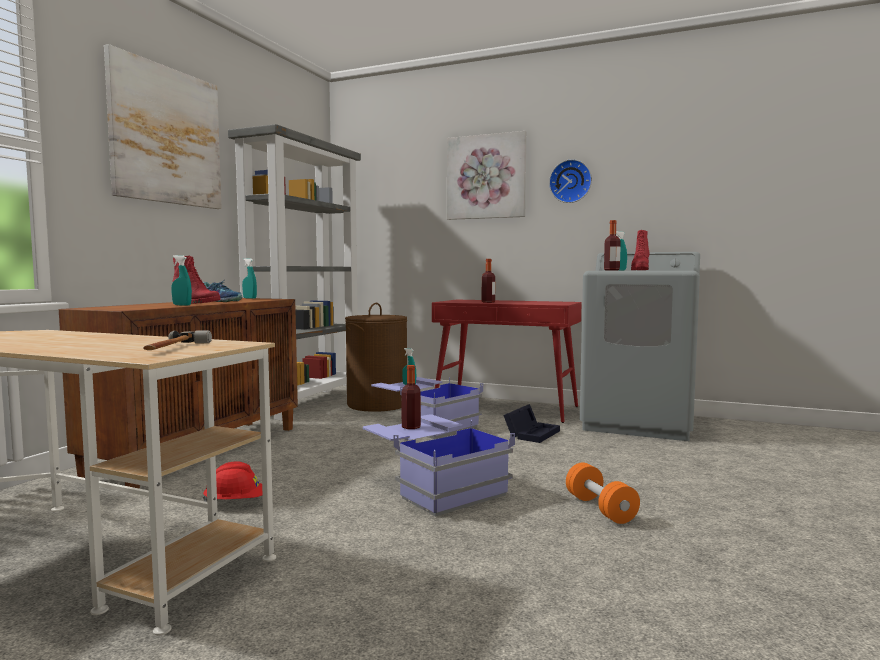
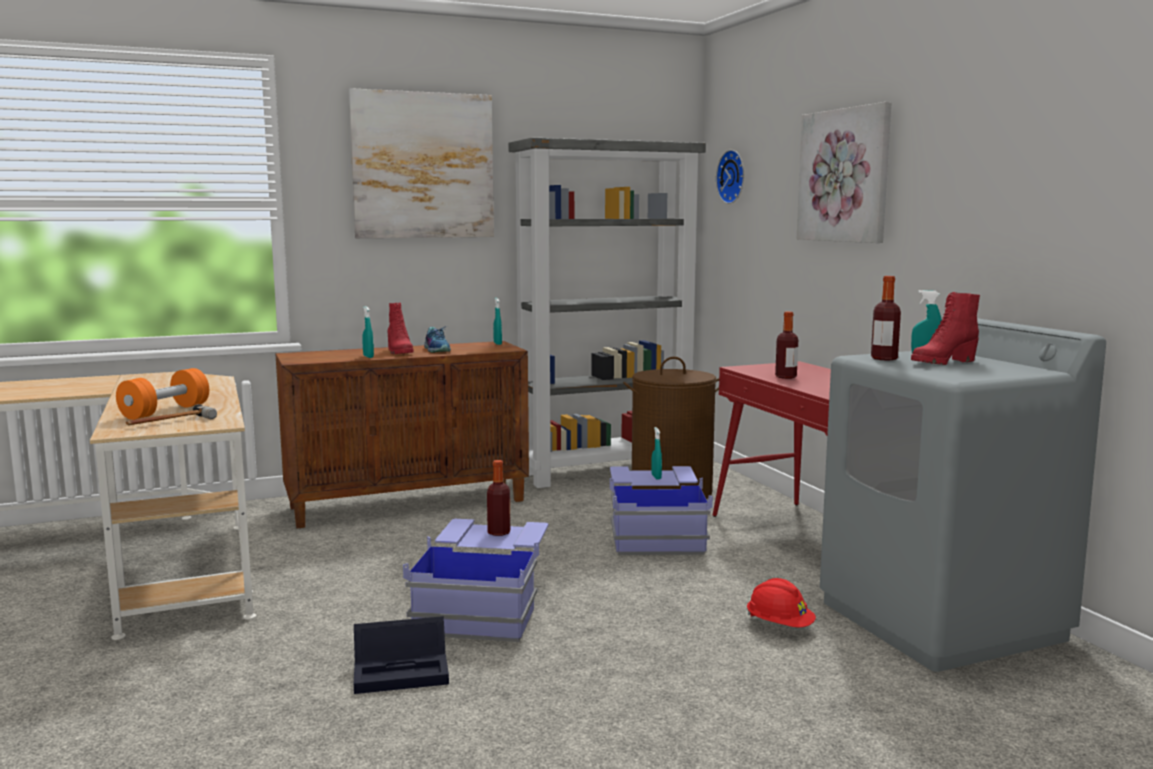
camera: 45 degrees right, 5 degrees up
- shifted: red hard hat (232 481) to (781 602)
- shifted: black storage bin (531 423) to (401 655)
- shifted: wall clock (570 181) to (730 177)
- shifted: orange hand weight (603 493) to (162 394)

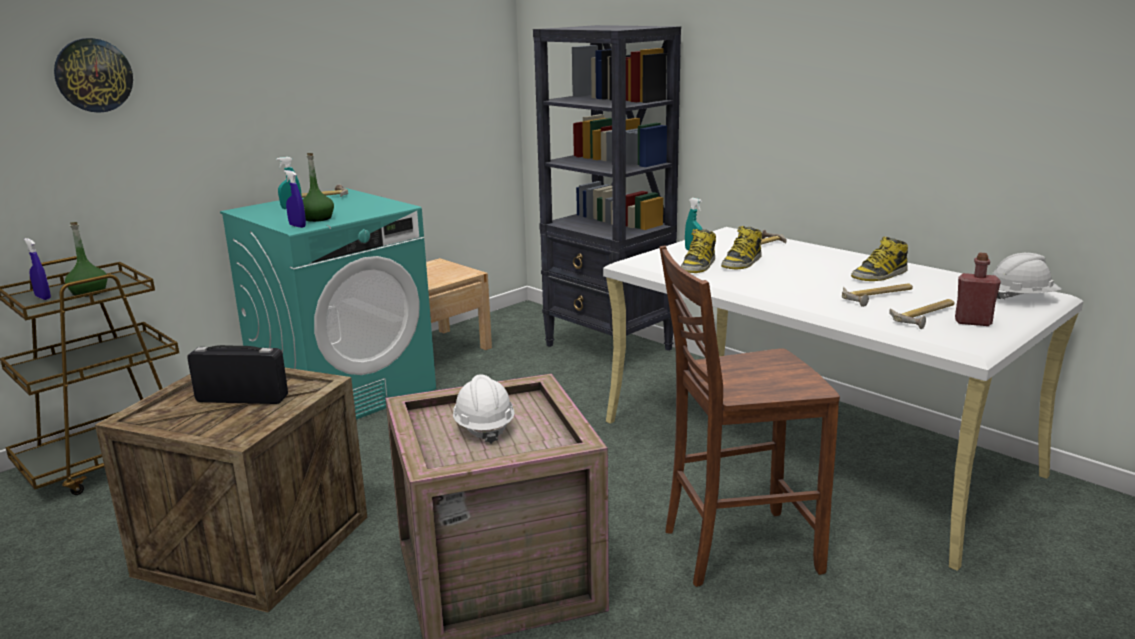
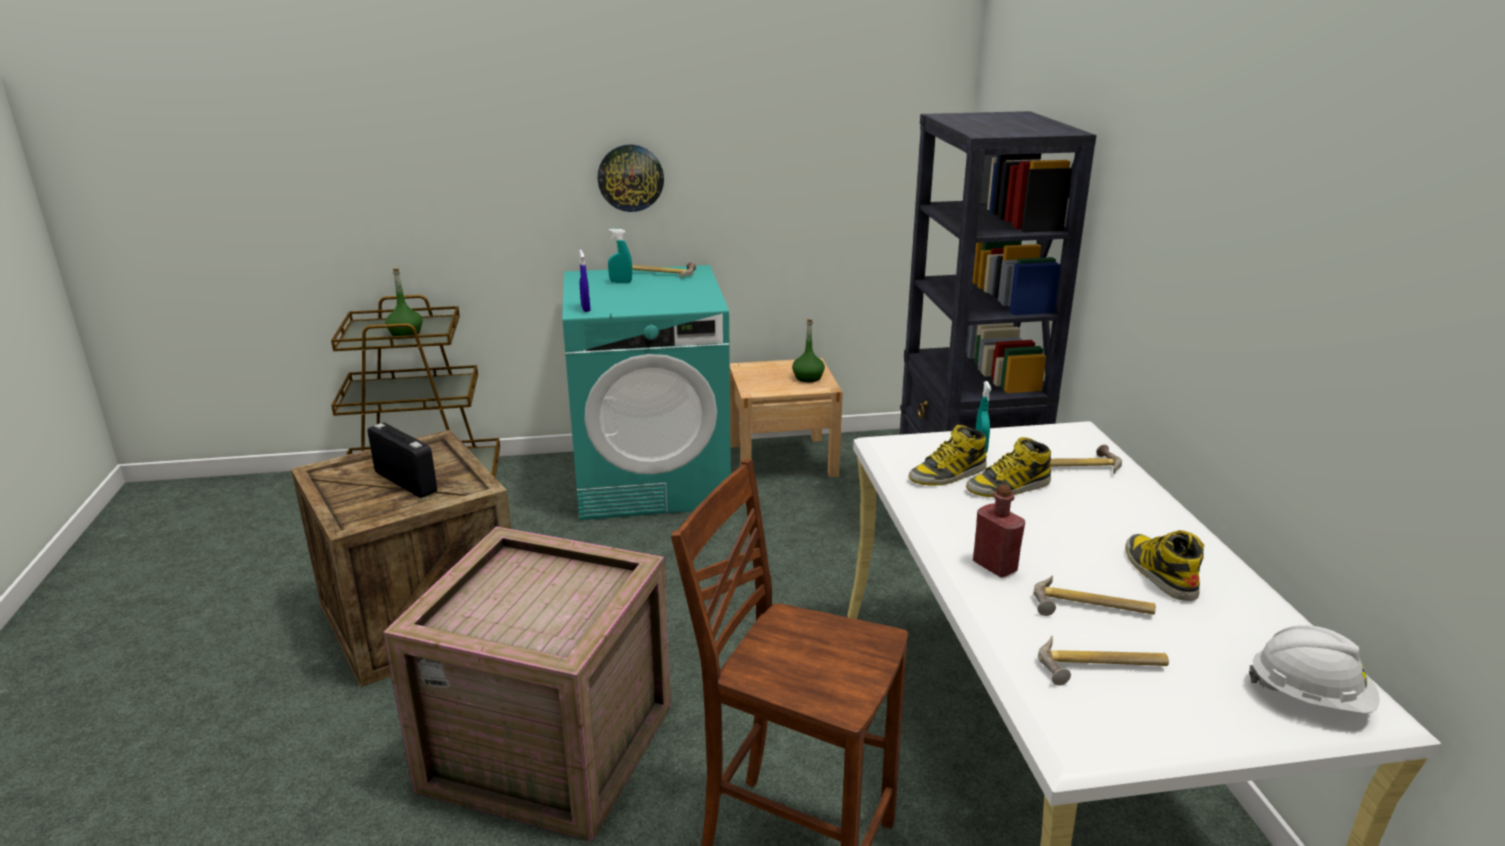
camera: 35 degrees right, 5 degrees up
- gone: blue-coloured sprayer (37 269)
- shifted: wall clock (93 75) to (631 178)
- shifted: green bottle (318 187) to (808 350)
- gone: white hard hat (484 409)
- rotated: high-top boot (879 259) = (1165 565) 75 degrees clockwise
- shifted: red bottle (978 289) to (999 530)

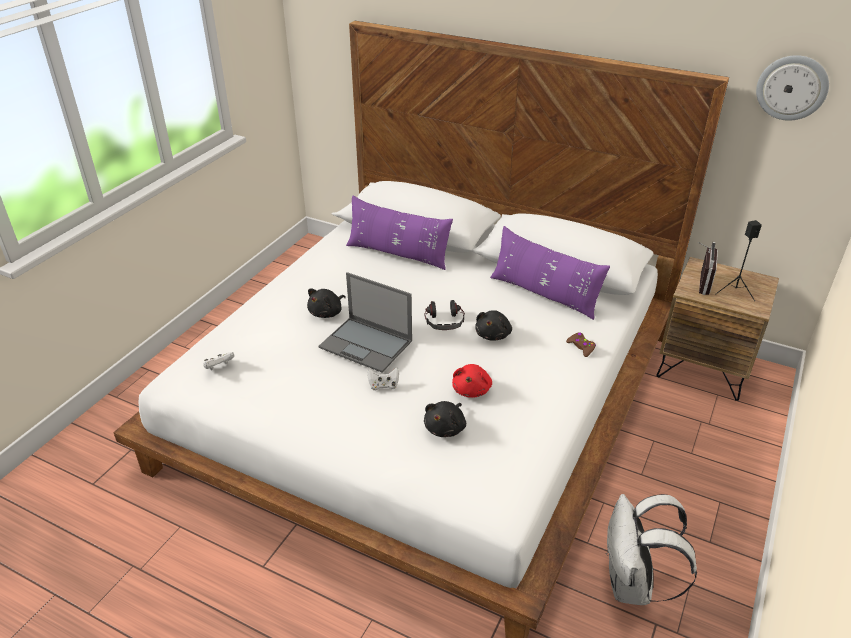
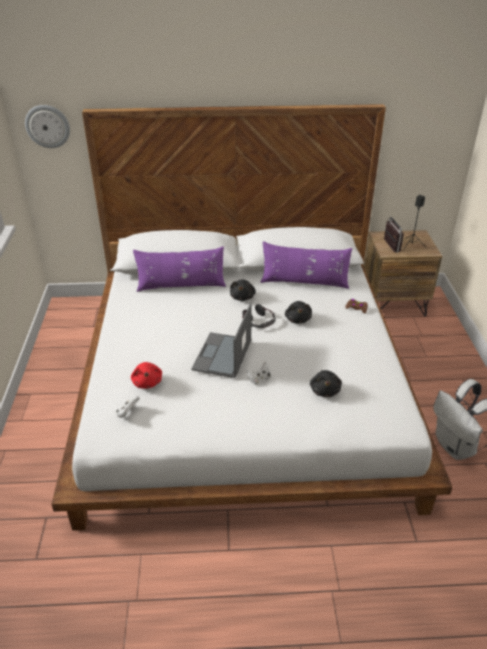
camera: 30 degrees left, 0 degrees up
- shifted: black plush toy (326 303) to (243 290)
- rotated: portable computer (365 322) = (222 341) 105 degrees clockwise
- shifted: red plush toy (472 381) to (146 375)
- shifted: wall clock (792 88) to (47 126)

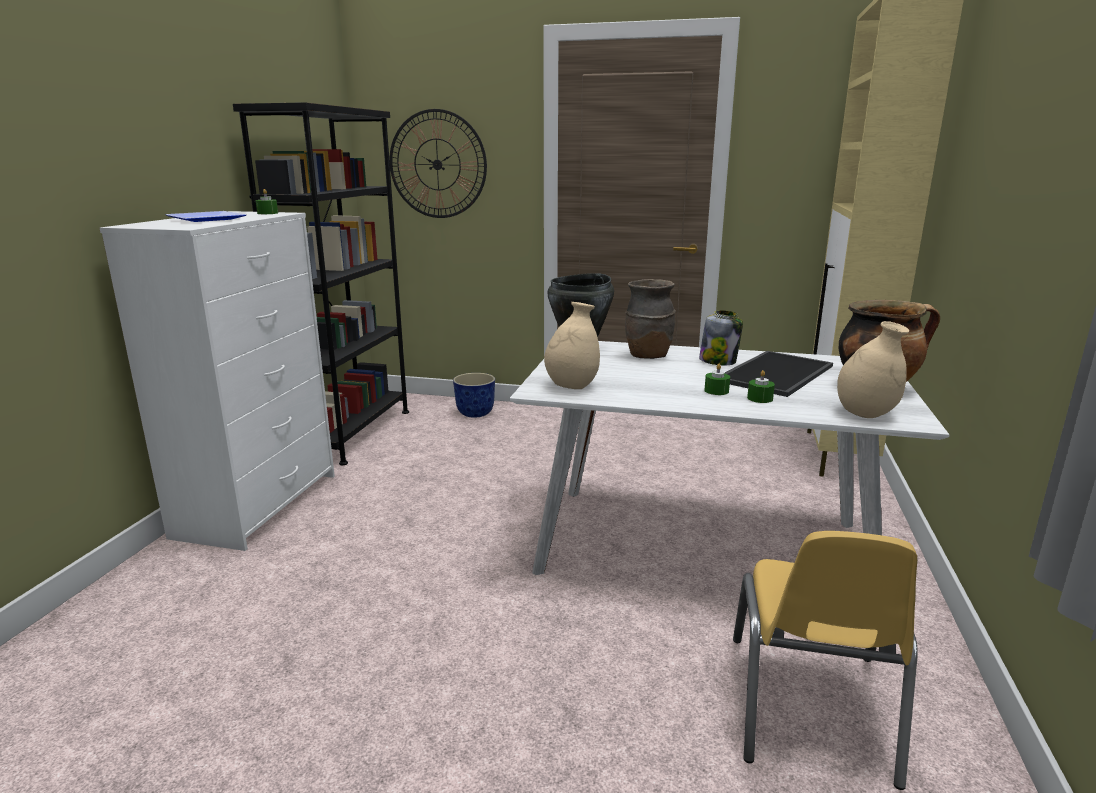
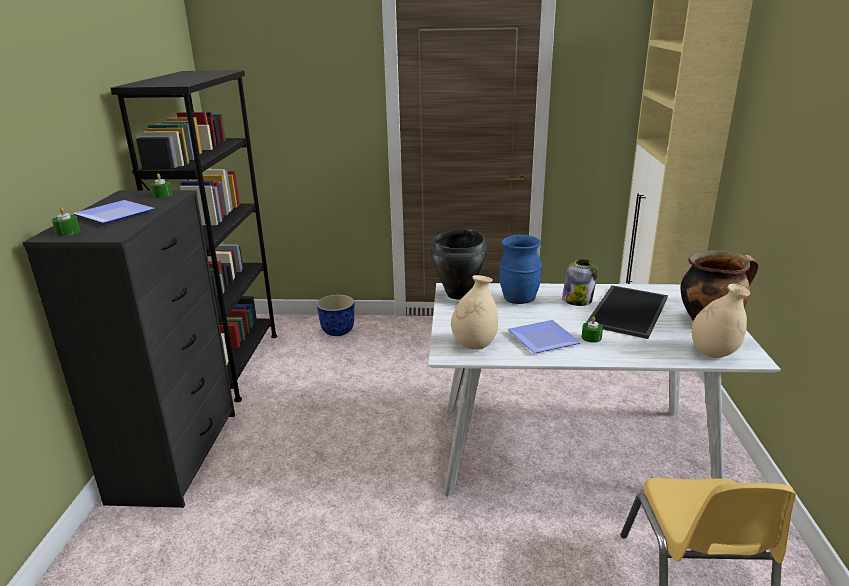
camera: 10 degrees left, 5 degrees up
- repainted: white chest of drawers (217 381) to black chest of drawers (128 349)
- gone: wall clock (438 163)
- repainted: brown-coloured decorative vase (650 319) to blue-coloured decorative vase (520 269)
- shifted: green wax light (761 386) to (66 221)
- new: flat dish (544 337)

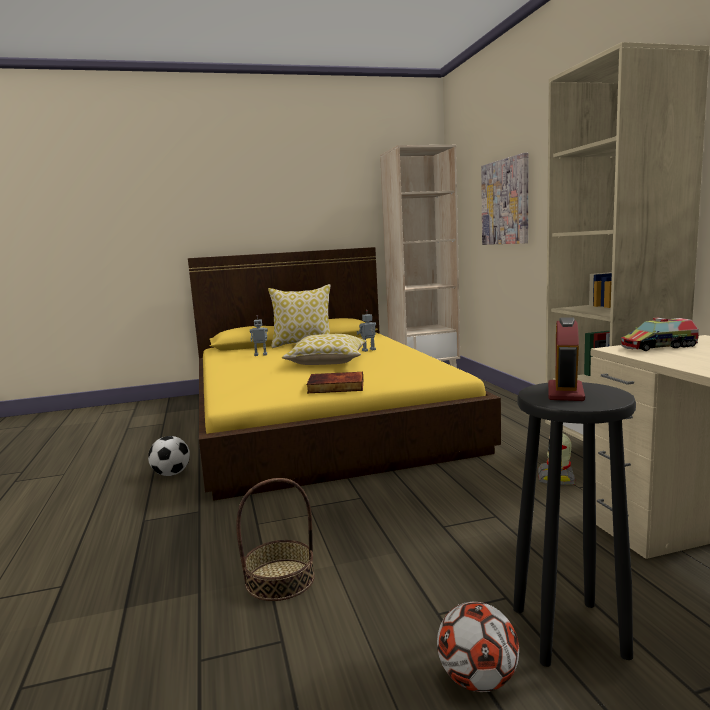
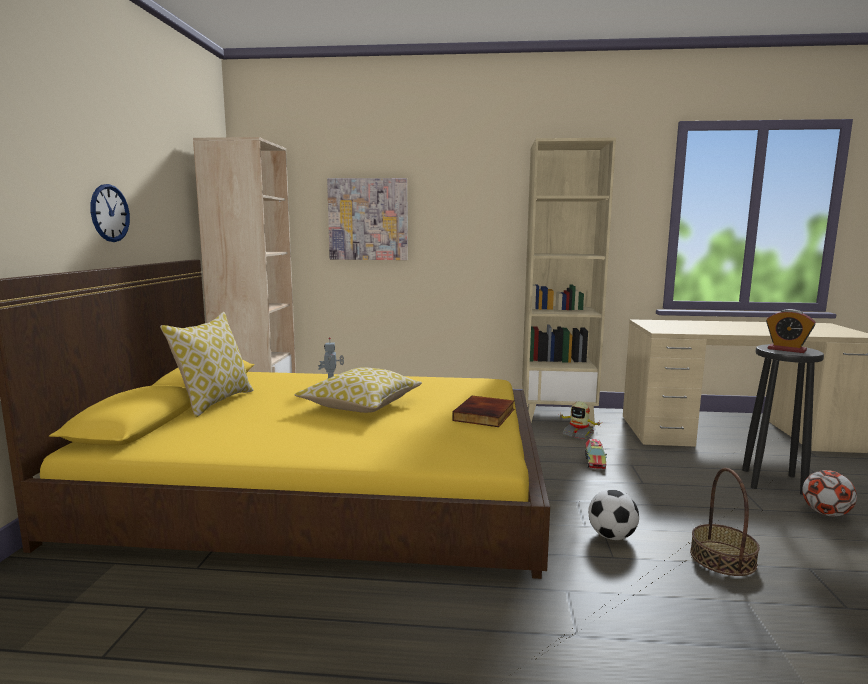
camera: 70 degrees left, 0 degrees up
- shifted: football ball (169 456) to (613 514)
- gone: model robot (259 335)
- shifted: model truck (660 334) to (596 454)
- new: wall clock (110 213)

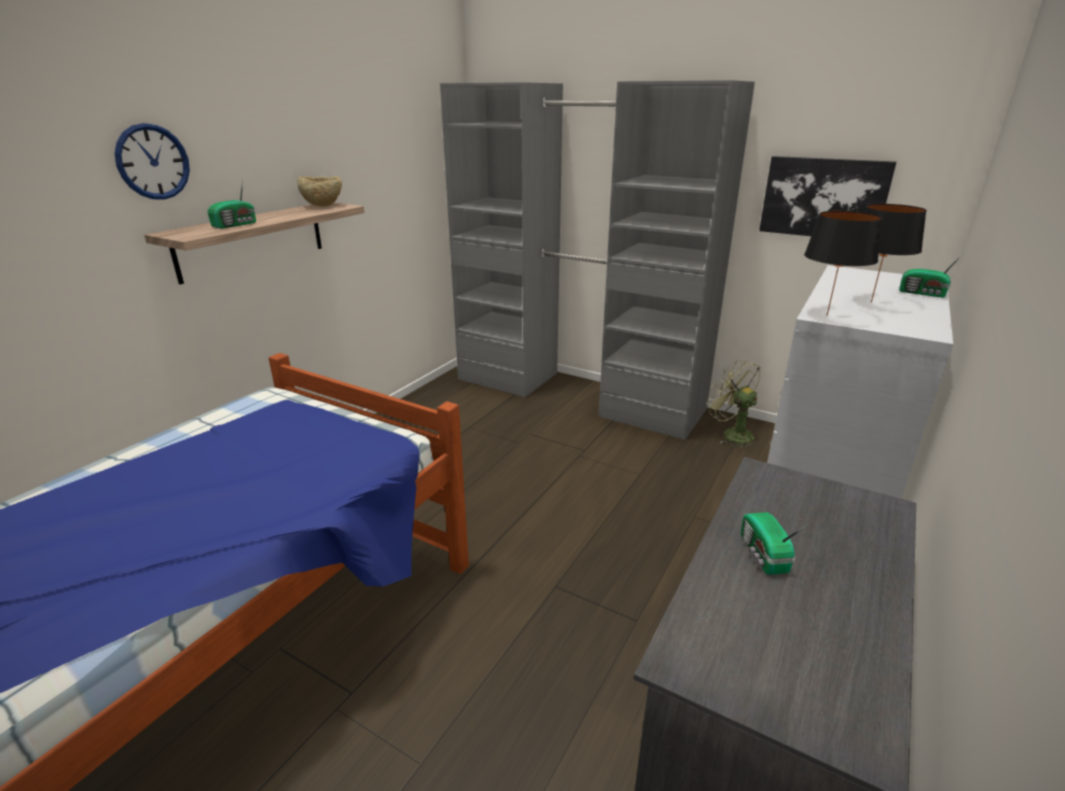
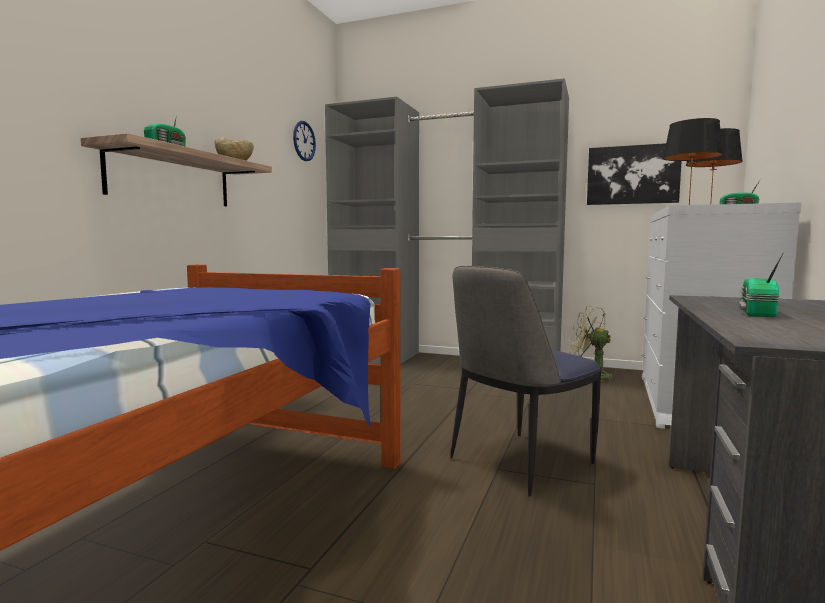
camera: 10 degrees left, 20 degrees down
- shifted: wall clock (152 161) to (304 141)
- rotated: radio (774 543) = (761 284) 45 degrees clockwise
- new: chair (525 381)

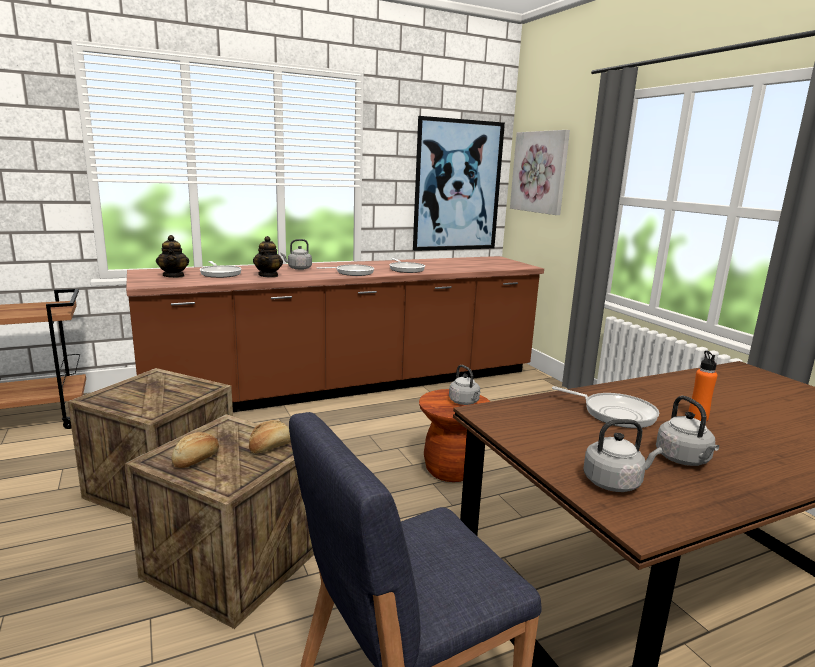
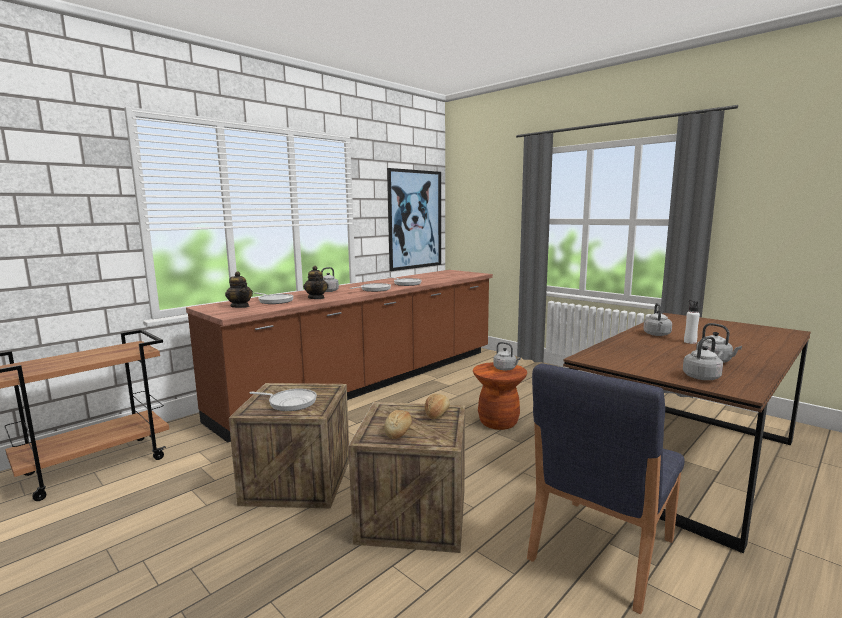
camera: 20 degrees left, 5 degrees down
- gone: wall picture (540 172)
- shifted: frying pan (605 407) to (283 400)
- repainted: orange bottle (702 386) to white bottle (692 322)
- new: gray tea kettle (657 319)

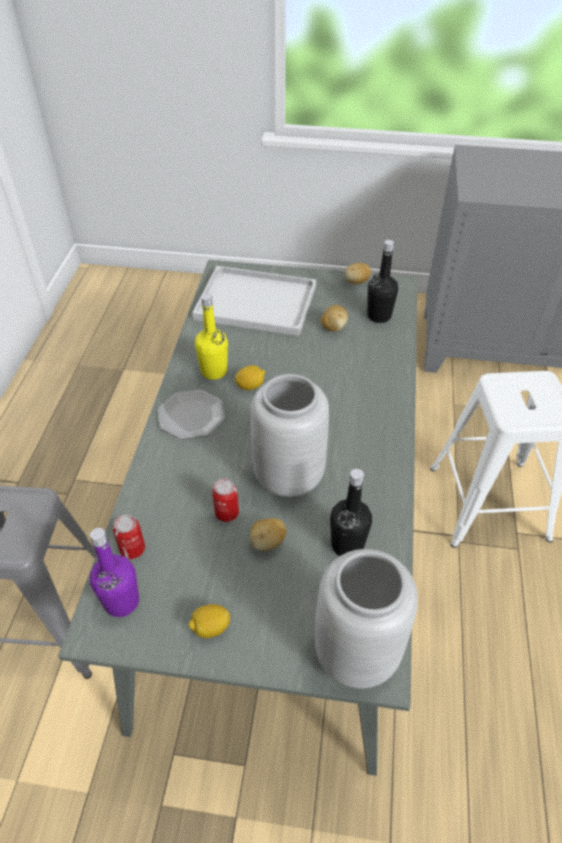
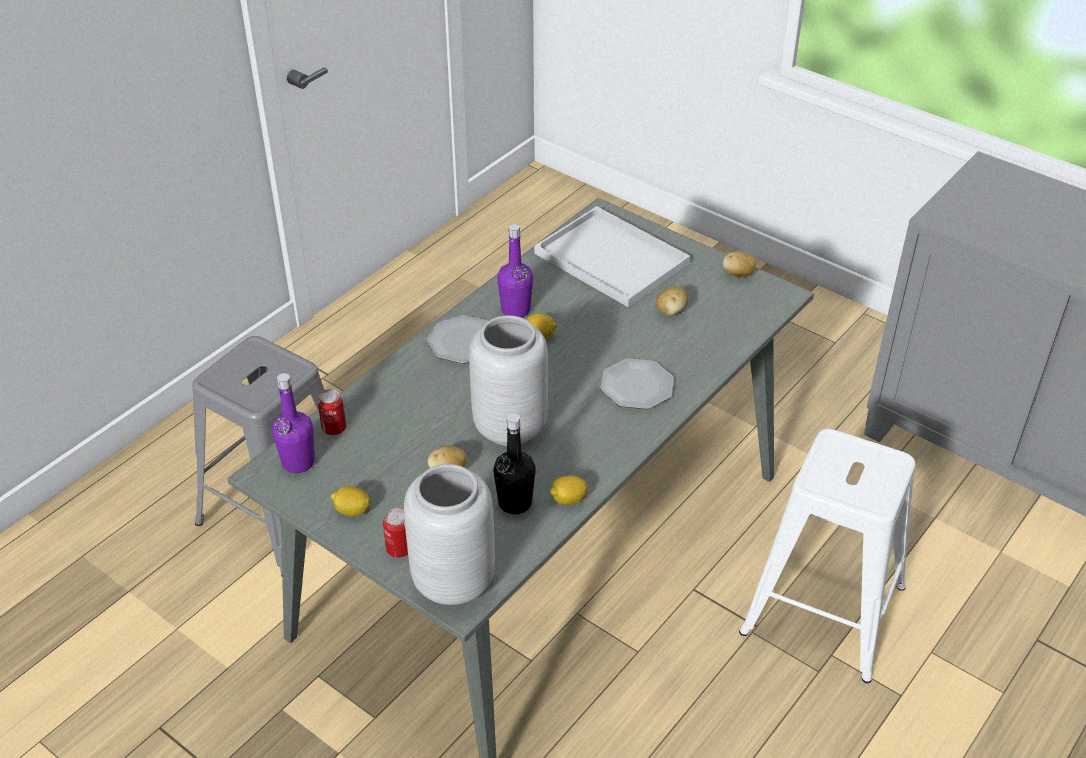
camera: 30 degrees right, 5 degrees down
- repainted: yellow bottle (211 337) to purple bottle (515 270)
- shifted: metal can (225 500) to (395 533)
- gone: black bottle (382 281)
- new: lemon (569 490)
- new: flat dish (637 383)

